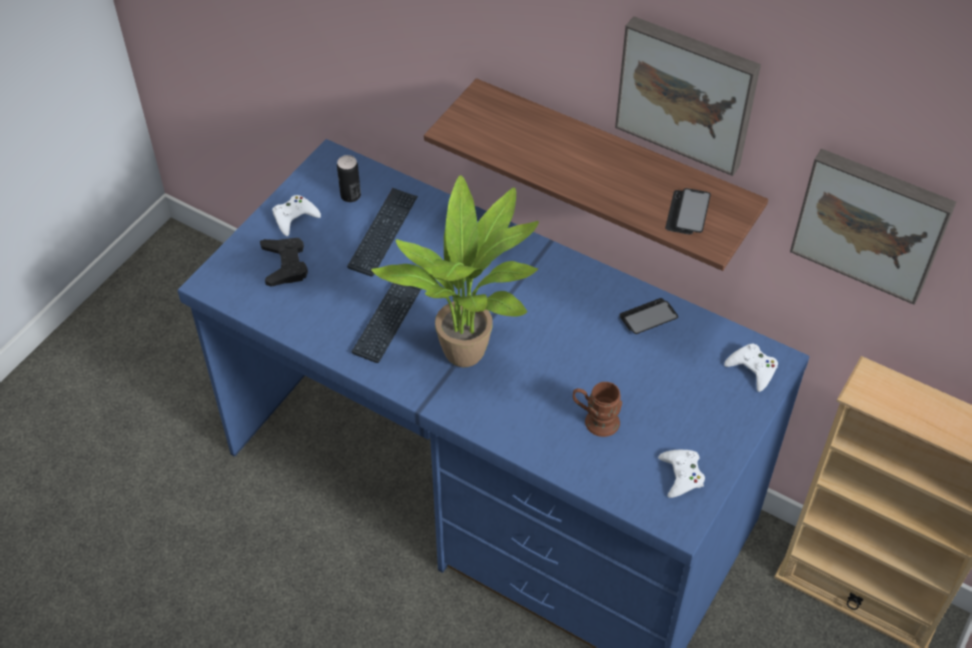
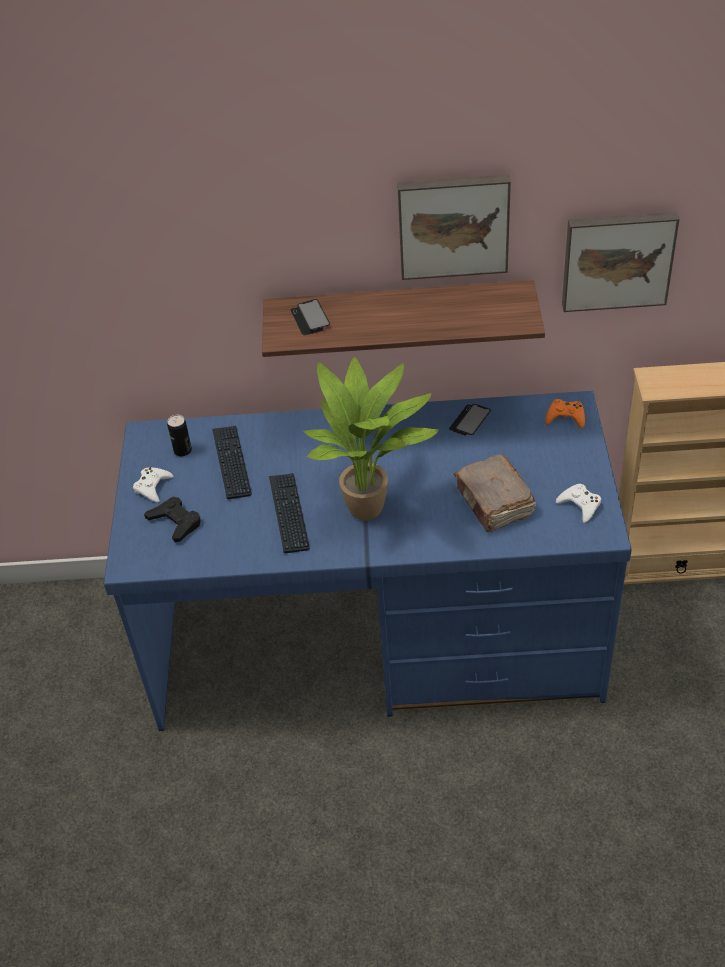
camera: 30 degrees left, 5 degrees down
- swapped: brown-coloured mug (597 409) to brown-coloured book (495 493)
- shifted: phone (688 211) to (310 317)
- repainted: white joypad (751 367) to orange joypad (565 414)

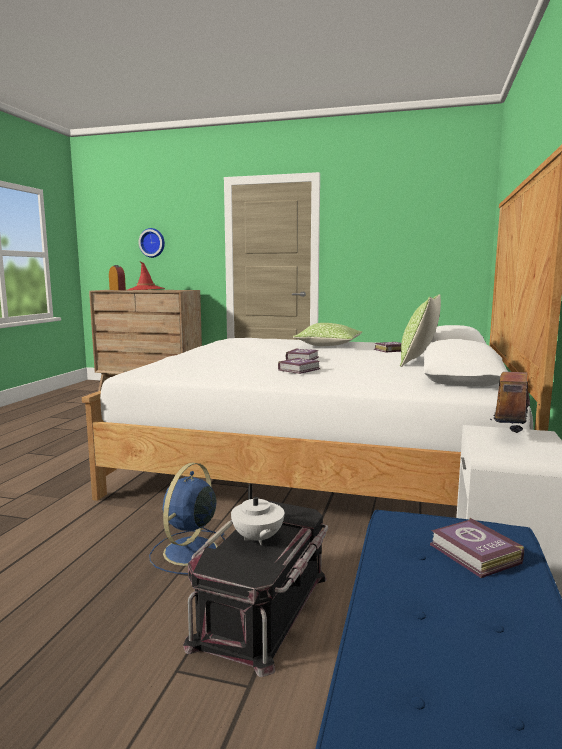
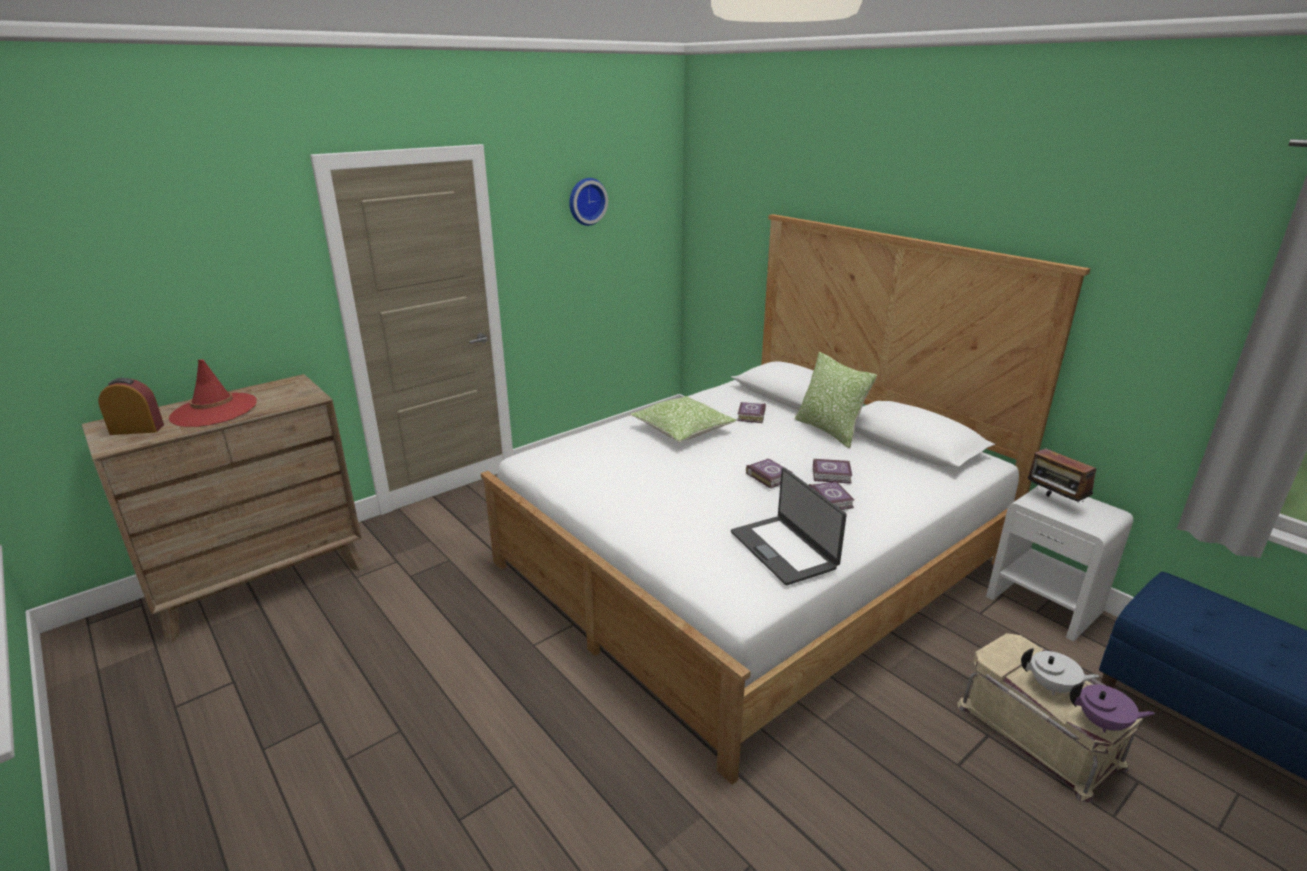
camera: 55 degrees left, 15 degrees up
- shifted: wall clock (152 243) to (588 202)
- gone: blue-coloured cooling fan (187 518)
- repainted: black storage bin (255 588) to beige storage bin (1050 718)
- shifted: book (477 548) to (832 471)
- new: portable computer (789 526)
- new: purple teapot (1112 707)

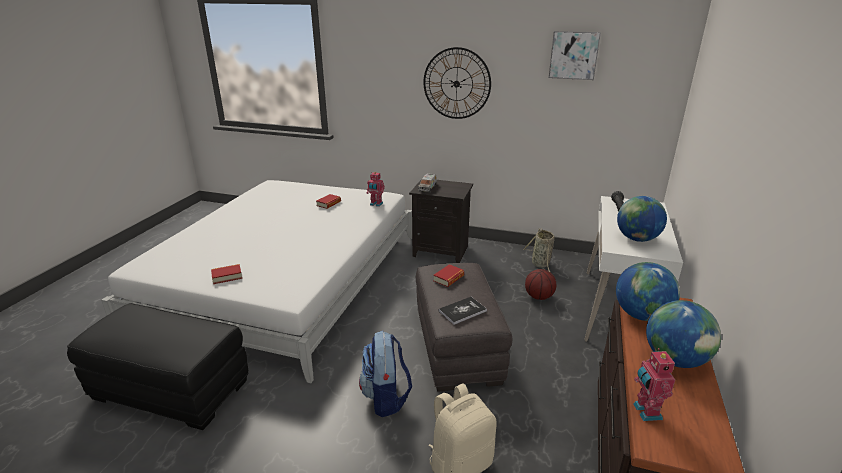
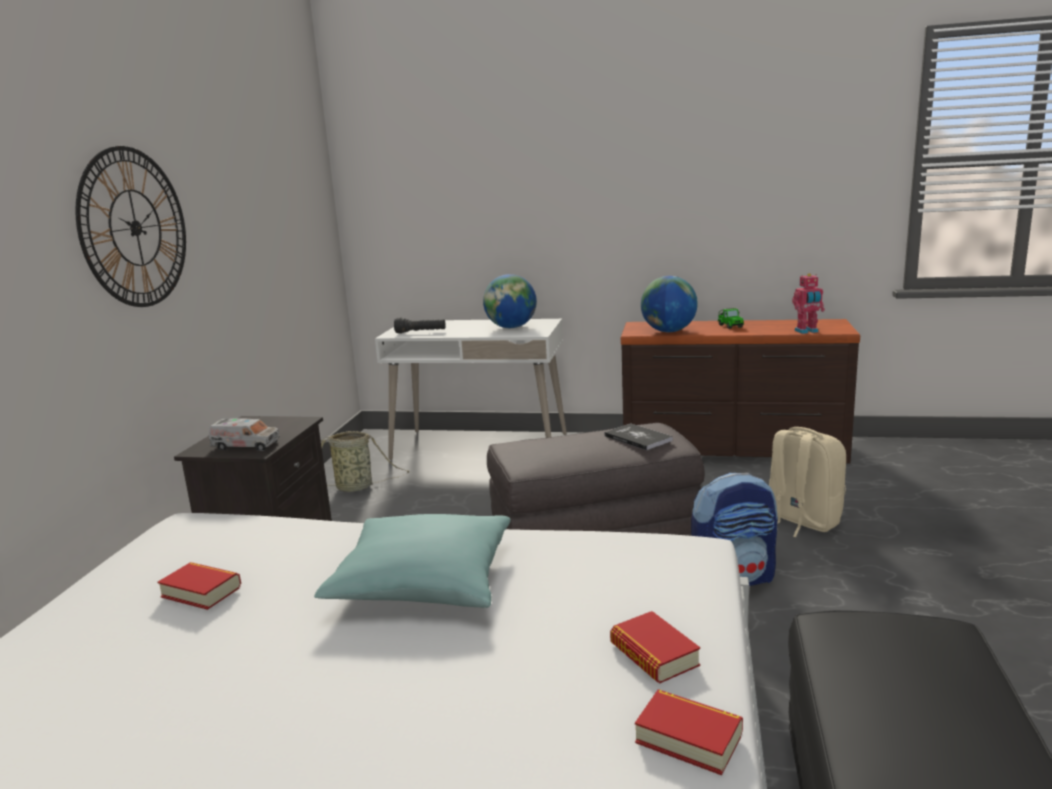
camera: 95 degrees left, 10 degrees down
- gone: model robot (376 189)
- shifted: book (448 275) to (689 732)
- gone: ball for basketball (540 284)
- gone: wall picture (575 55)
- swapped: world globe (683 334) to toy car (731 318)
- new: turquoise-coloured pillow (412 561)

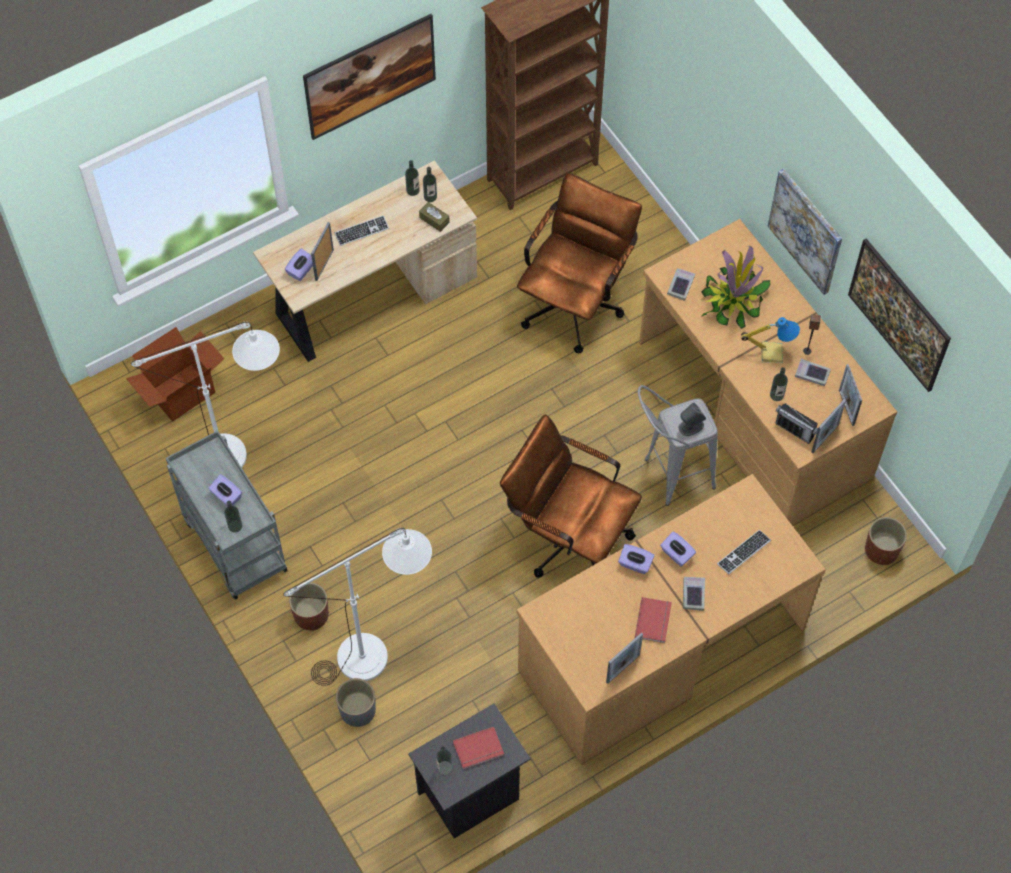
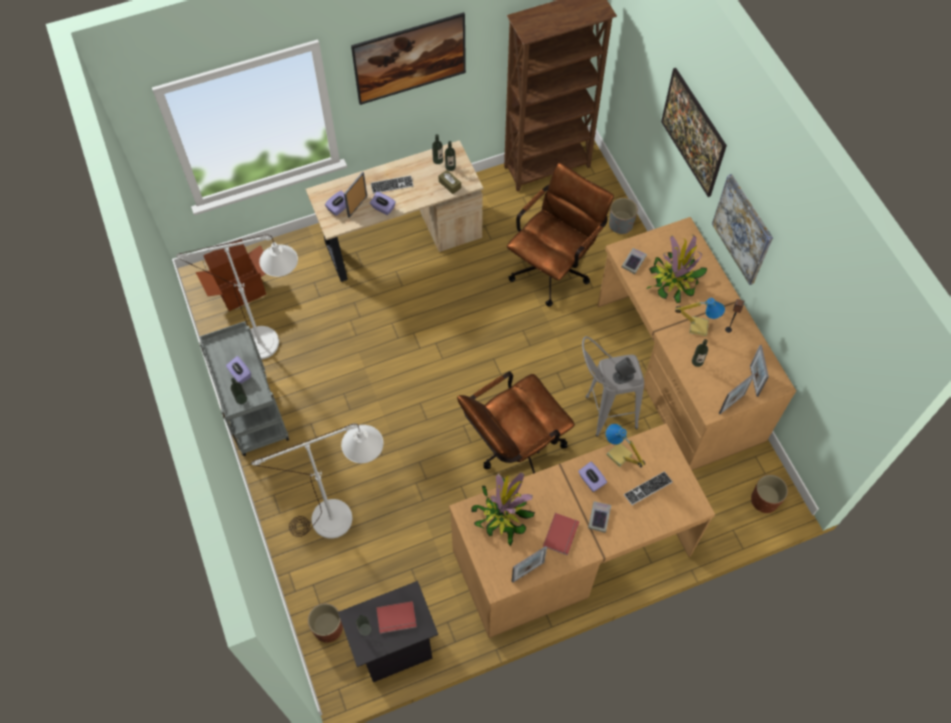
camera: 10 degrees right, 0 degrees up
- shifted: brown-coloured planter (309 606) to (325 623)
- shifted: gray planter (356 702) to (623 216)
- rotated: brown-coloured desk chair (571 496) = (516 422) 75 degrees counterclockwise
- shifted: purple box of tissues (636 559) to (383 203)
- gone: radio (796 423)
- gone: book (813 372)
- shifted: wall picture (899 315) to (694 132)
- new: houseplant (503 509)
- new: tabletop lamp (625 446)

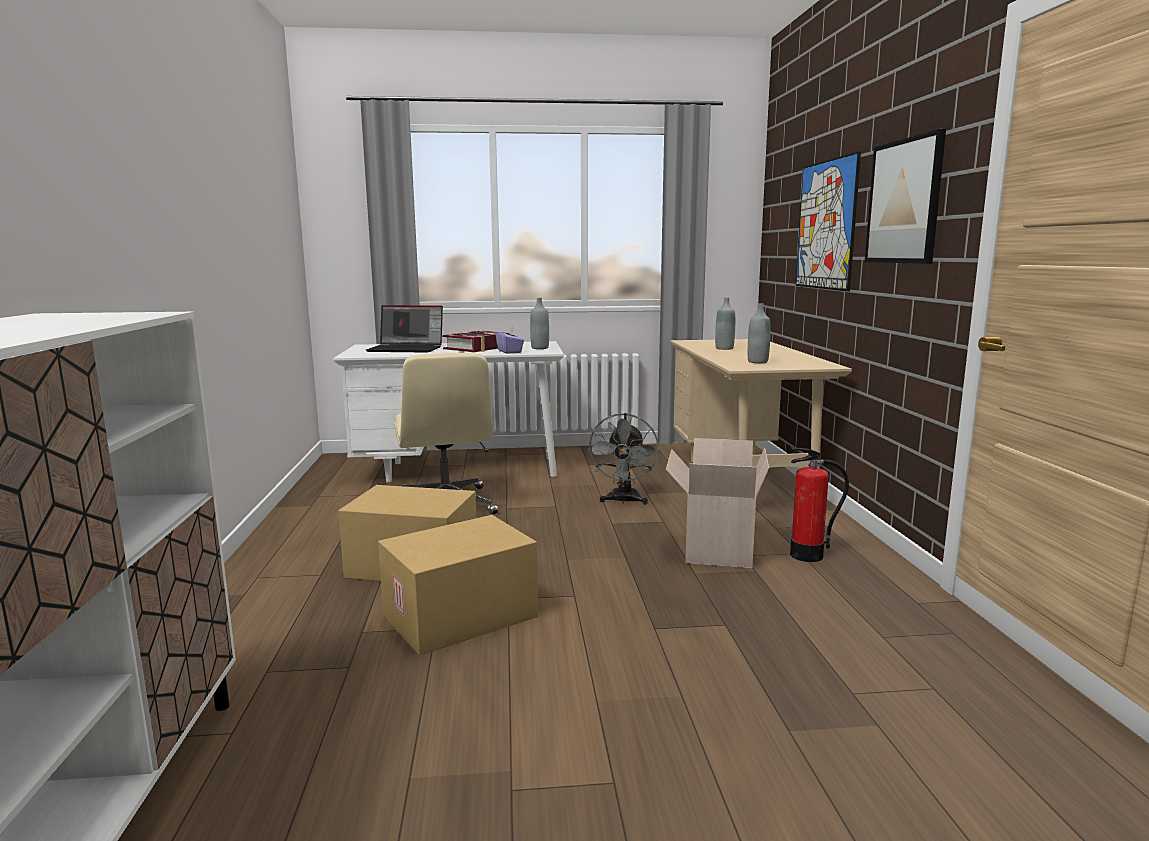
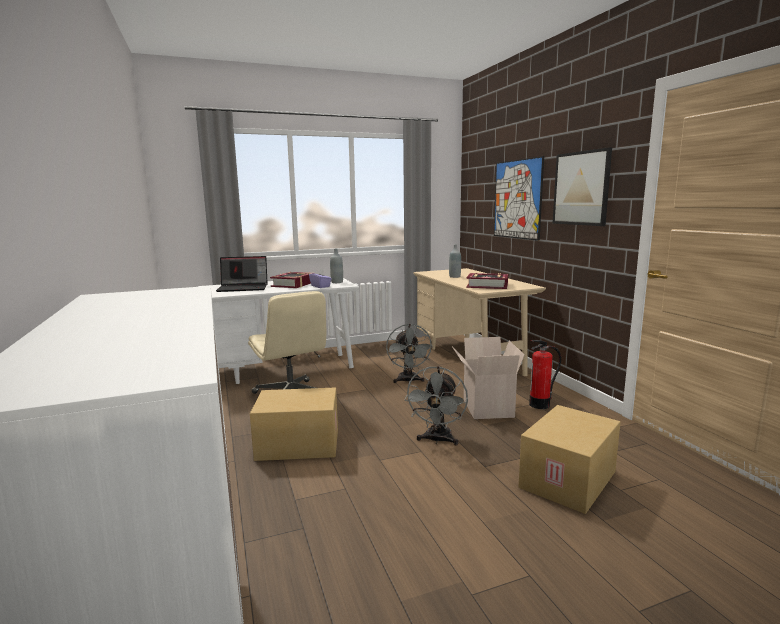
camera: 15 degrees left, 0 degrees up
- shifted: carton (458 585) to (569 459)
- swapped: gray bottle (759 333) to book (487 281)
- new: gray cooling fan (436 406)

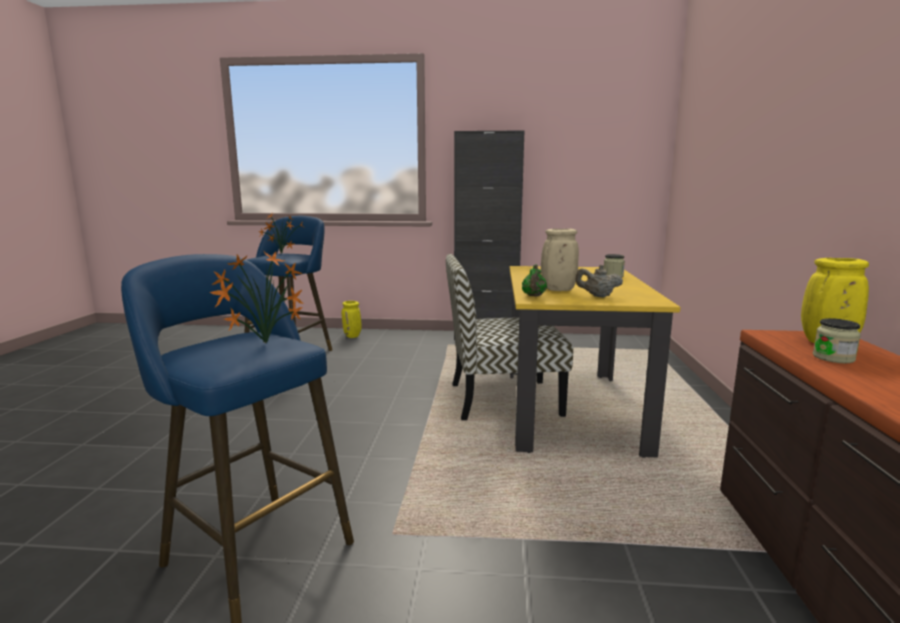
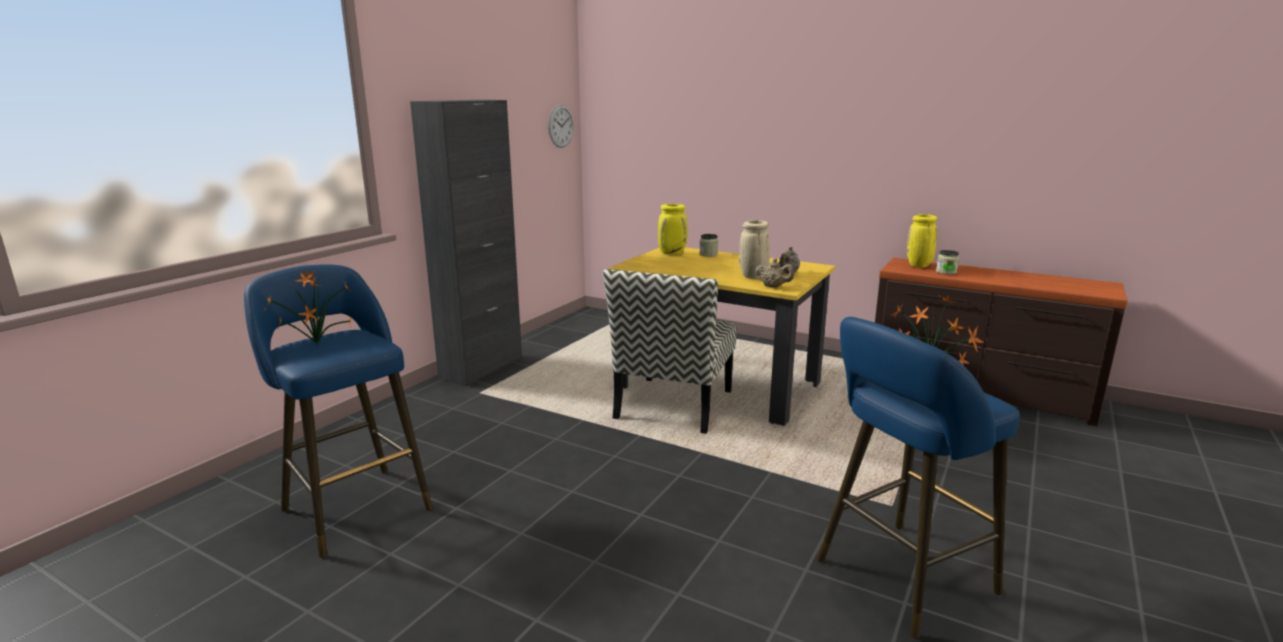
camera: 65 degrees left, 5 degrees up
- shifted: yellow decorative vase (351 319) to (673 229)
- repainted: green teapot (534 280) to beige teapot (774 273)
- new: wall clock (561 126)

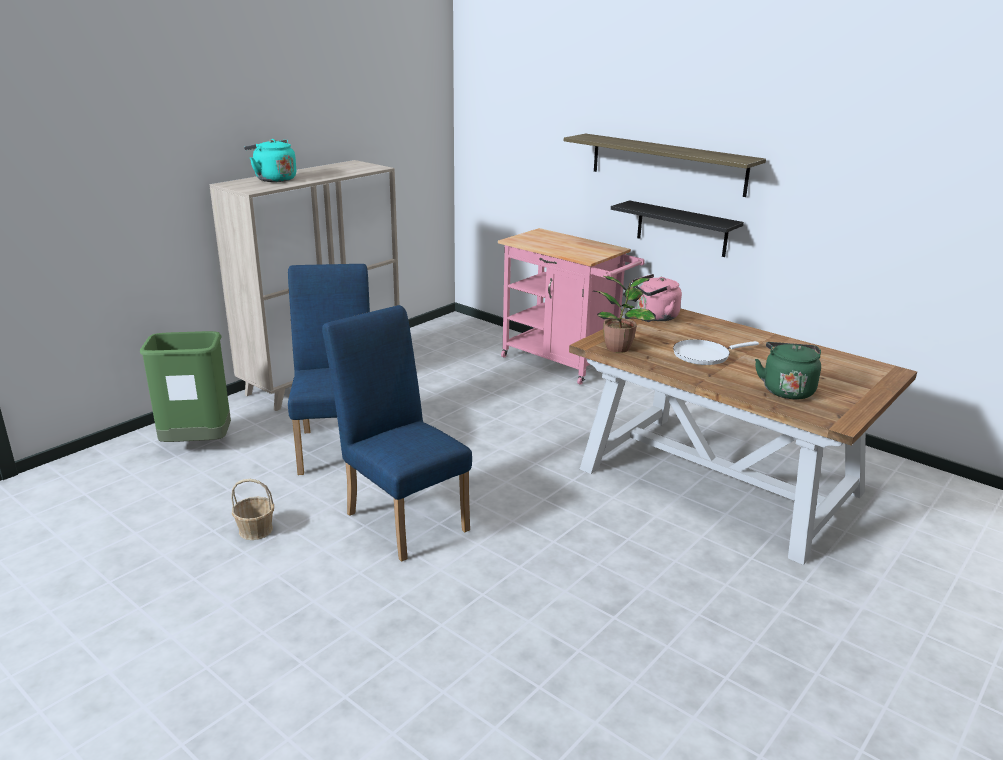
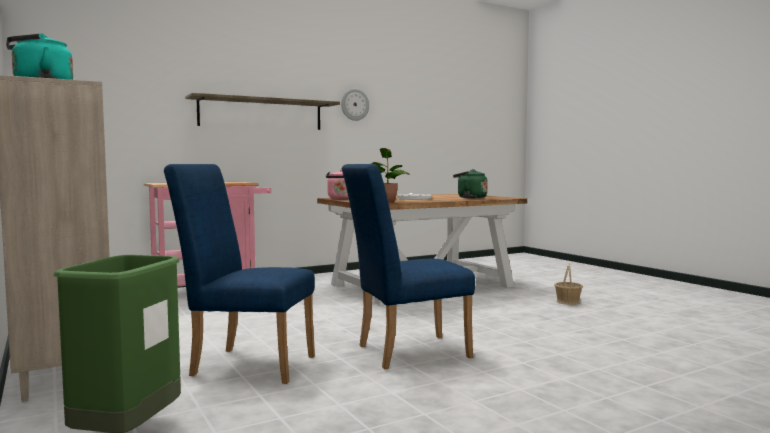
camera: 70 degrees left, 20 degrees down
- shifted: household basket (252 509) to (568 284)
- gone: black wall shelf (677 228)
- new: wall clock (355 105)

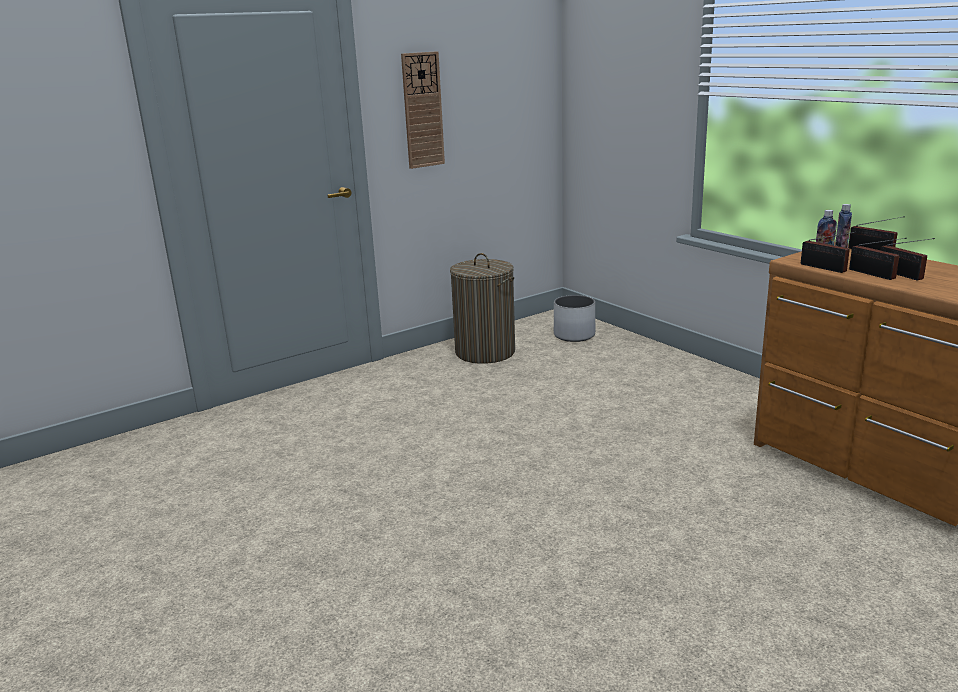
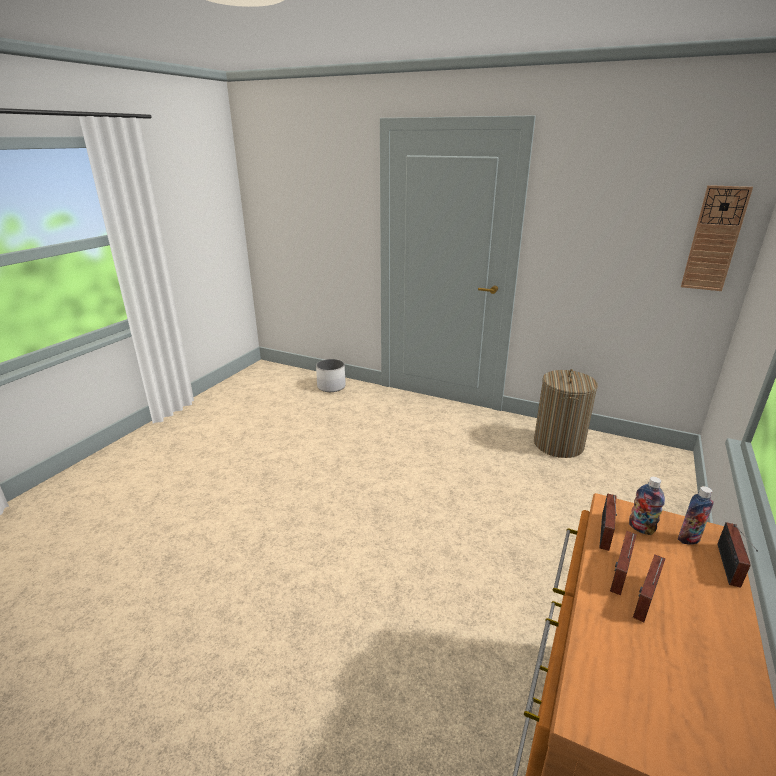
camera: 60 degrees right, 5 degrees up
- shifted: wall clock (423 110) to (717 238)
- shifted: white planter (574 318) to (331 375)

